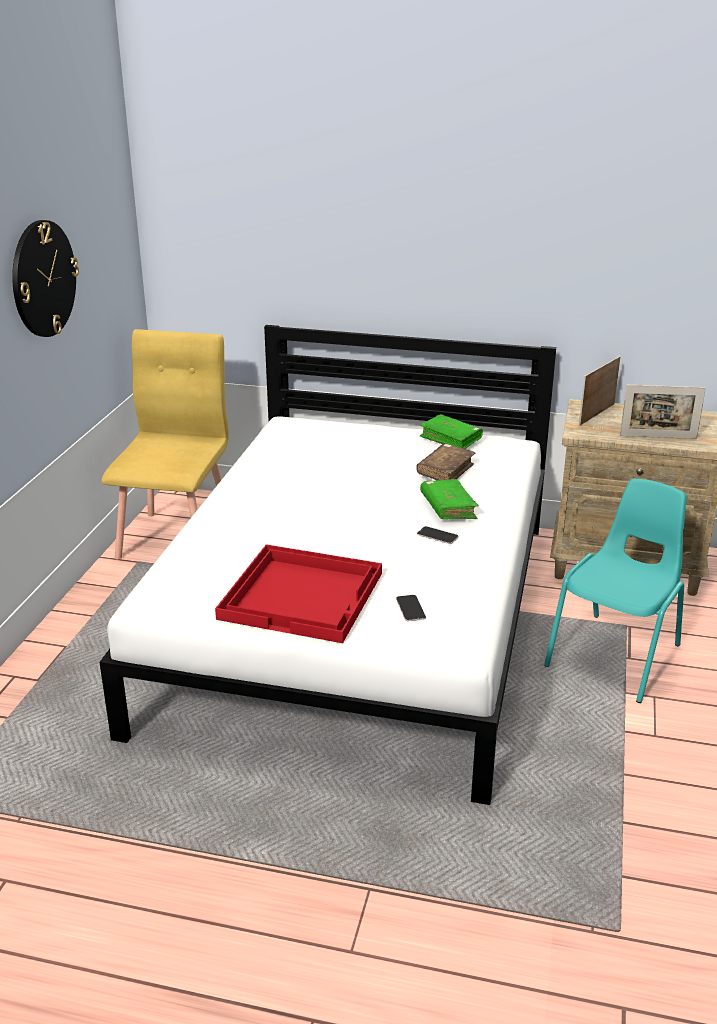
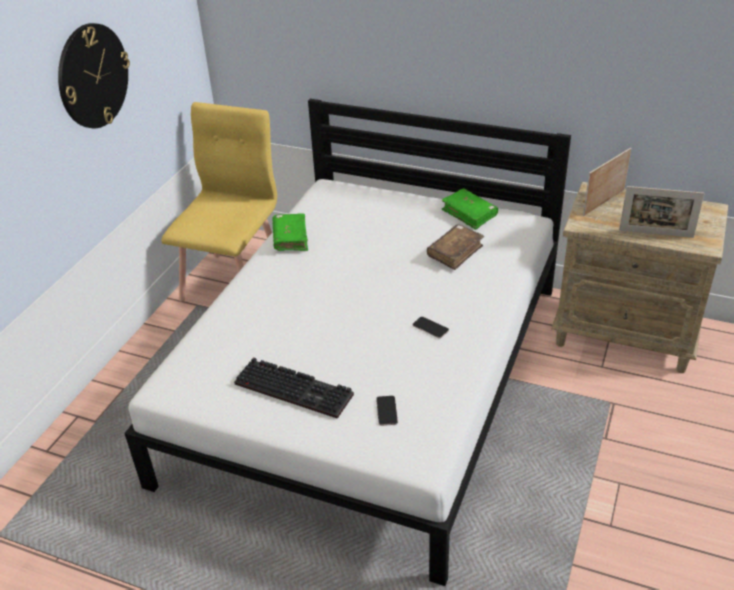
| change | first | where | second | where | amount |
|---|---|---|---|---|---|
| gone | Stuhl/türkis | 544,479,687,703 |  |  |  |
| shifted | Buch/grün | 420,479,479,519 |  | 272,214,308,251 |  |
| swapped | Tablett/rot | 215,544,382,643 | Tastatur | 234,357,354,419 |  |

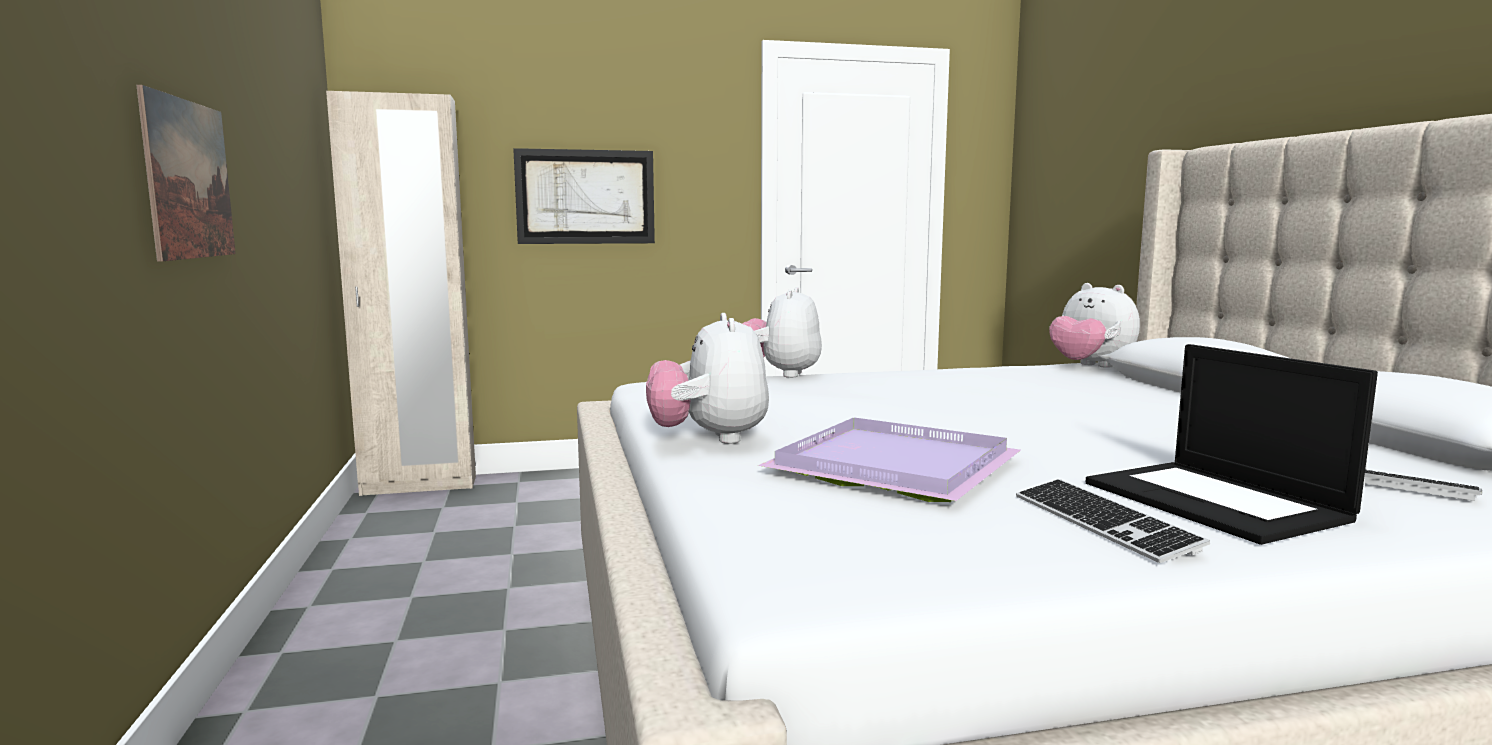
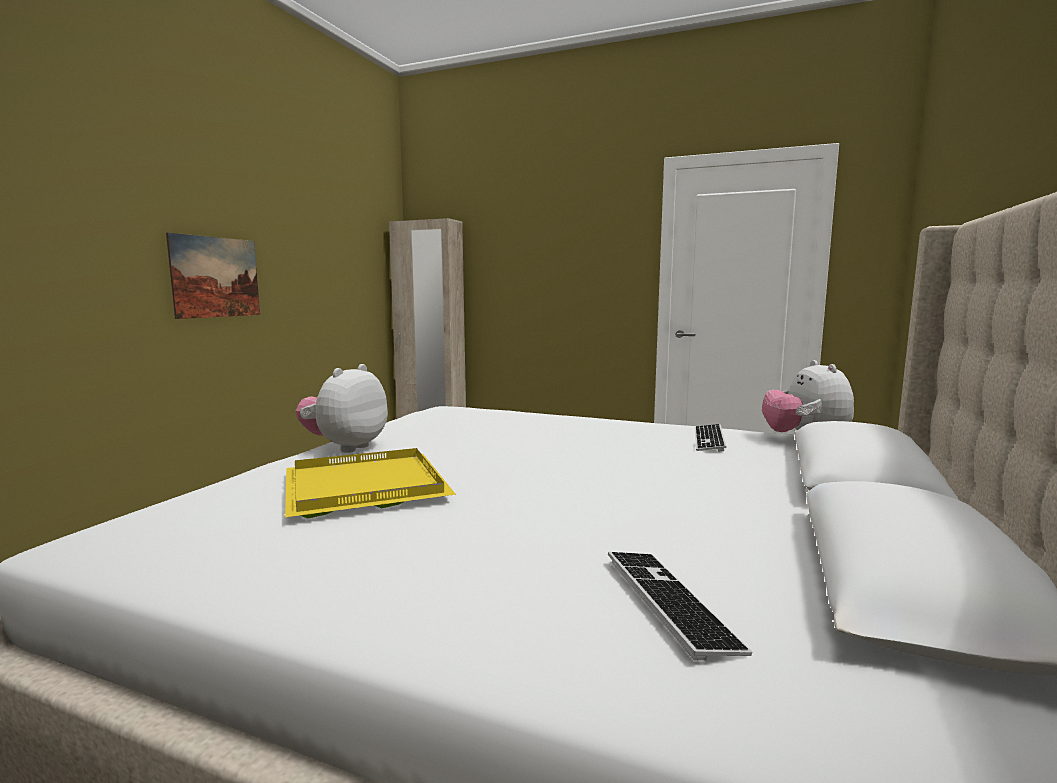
| change | first | where | second | where | amount |
|---|---|---|---|---|---|
| gone | Bild | 513,148,655,244 |  |  |  |
| gone | Plüschtier | 742,287,822,378 |  |  |  |
| gone | Laptop | 1086,344,1378,545 |  |  |  |
| shifted | Tastatur | 1016,479,1210,563 |  | 694,424,727,452 |  |
| repainted | Tablett/lila | 758,417,1021,502 | Tablett/gelb | 285,448,456,519 |  |

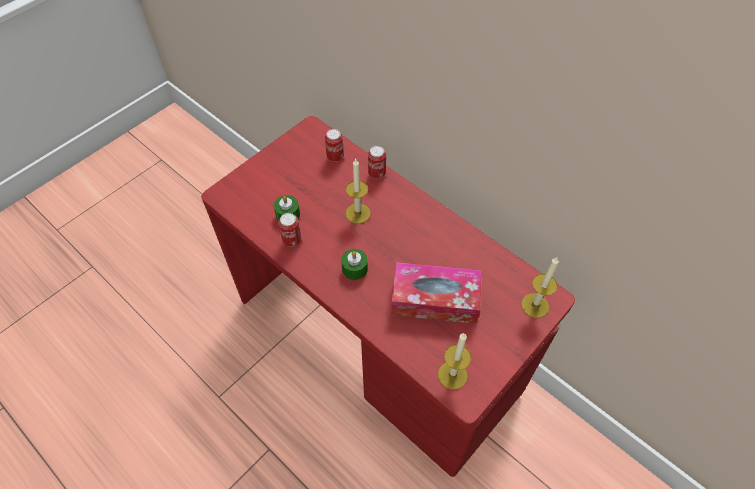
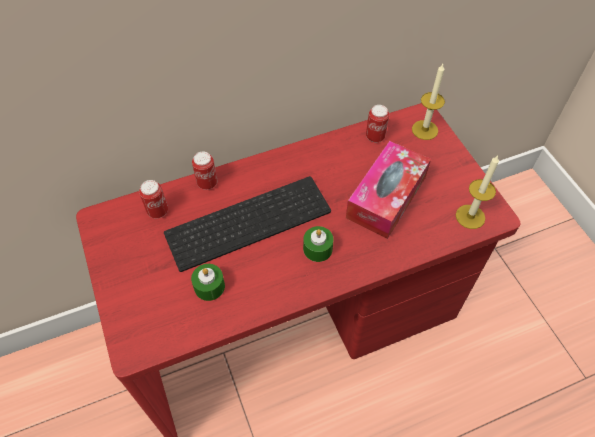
| change | first | where | second | where | amount |
|---|---|---|---|---|---|
| shifted | Dose | 279,213,301,247 |  | 366,105,389,142 |  |
| swapped | Kerze | 345,159,371,224 | Tastatur | 164,176,331,272 |  |

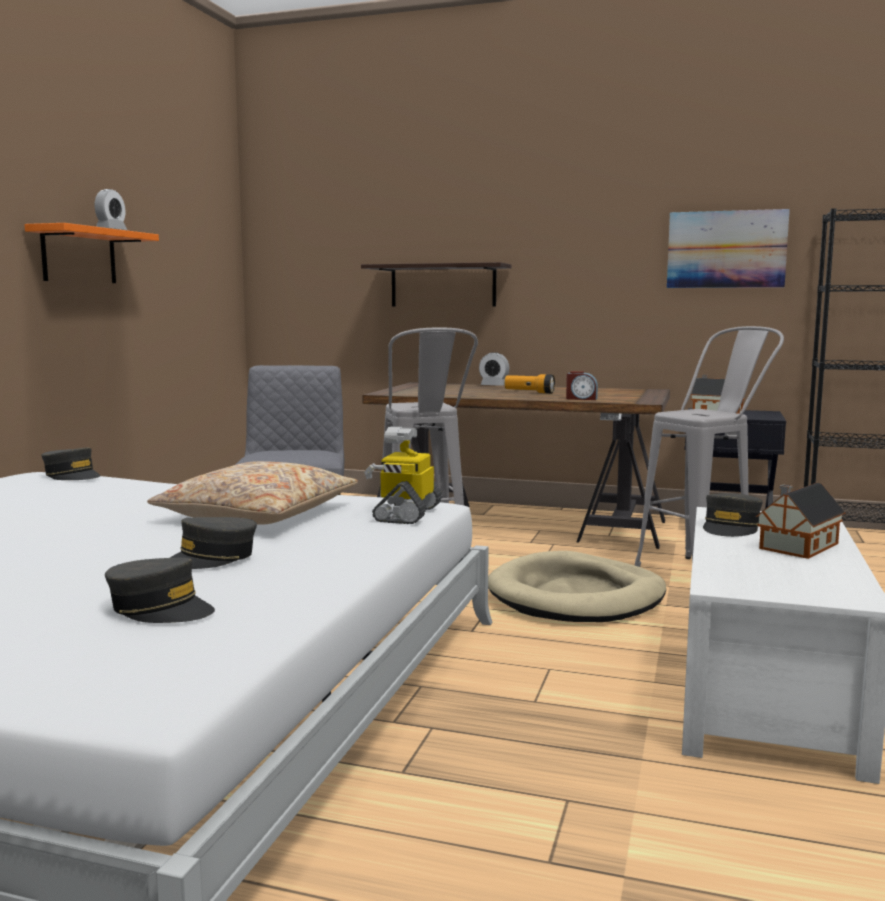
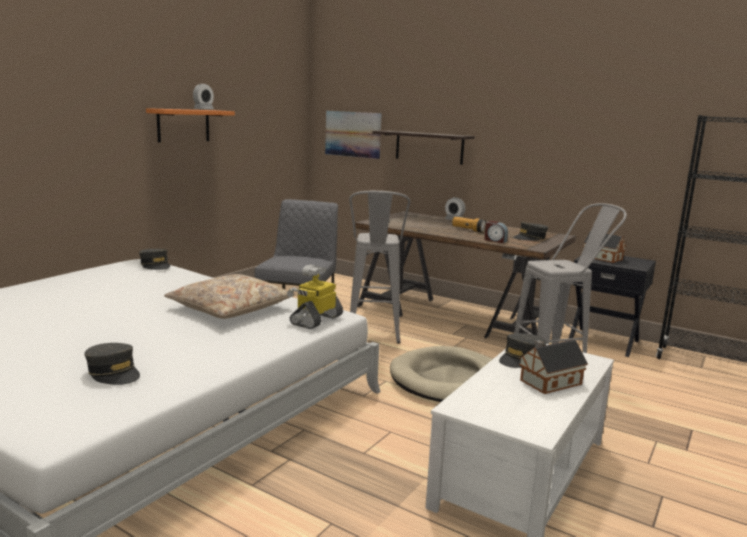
| change | first | where | second | where | amount |
|---|---|---|---|---|---|
| shifted | Kappe/grau | 170,517,257,569 |  | 513,222,548,240 |  |
| shifted | Bild | 667,209,790,288 |  | 325,111,382,159 |  |

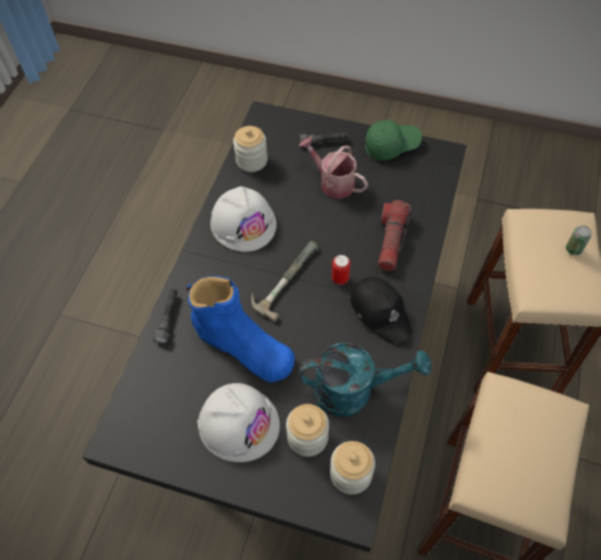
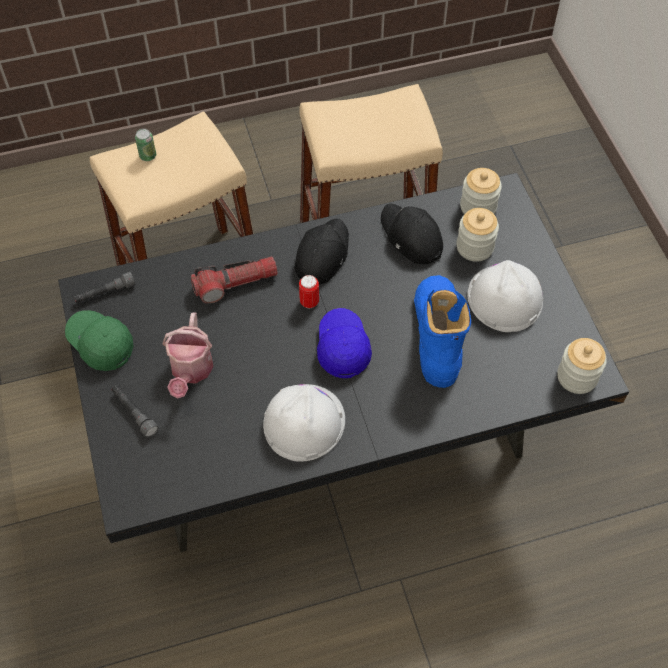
| change | first | where | second | where | amount |
|---|---|---|---|---|---|
| shifted | Taschenlampe/grau | 153,289,178,344 |  | 74,272,136,303 |  |
| shifted | Vorratsglas | 233,126,268,172 |  | 557,338,607,394 |  |
| swapped | Hammer | 252,241,319,322 | Kappe/blau | 317,308,372,378 |  |
| swapped | Gießkanne/türkis | 299,343,431,417 | Kappe/schwarz | 381,204,443,264 |  |

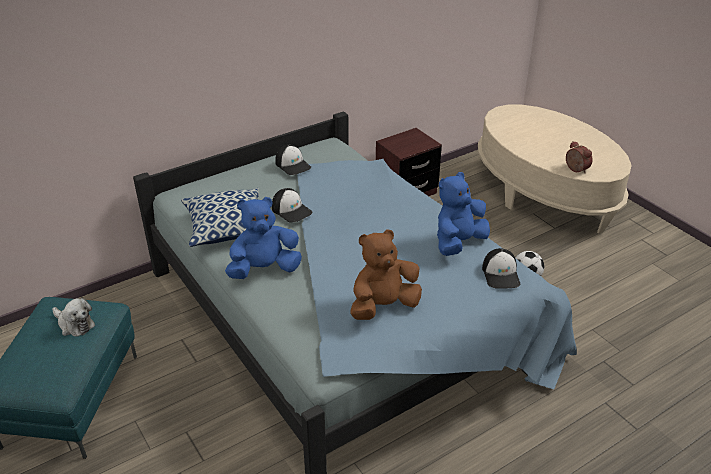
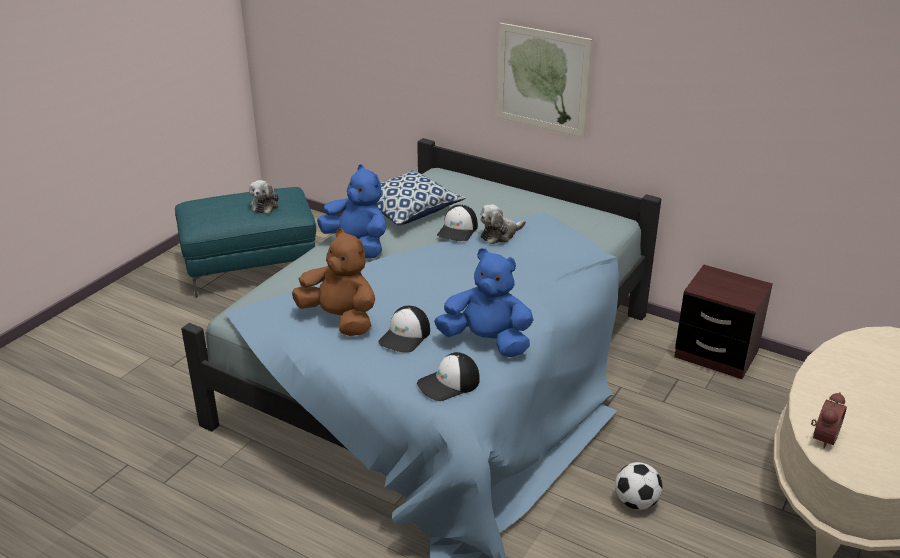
| change | first | where | second | where | amount |
|---|---|---|---|---|---|
| new |  |  | Plüschtier | 480,204,526,244 |  |
| new |  |  | Bild | 497,23,592,137 |  |
| shifted | Kappe | 275,144,311,175 |  | 378,306,430,352 |  |

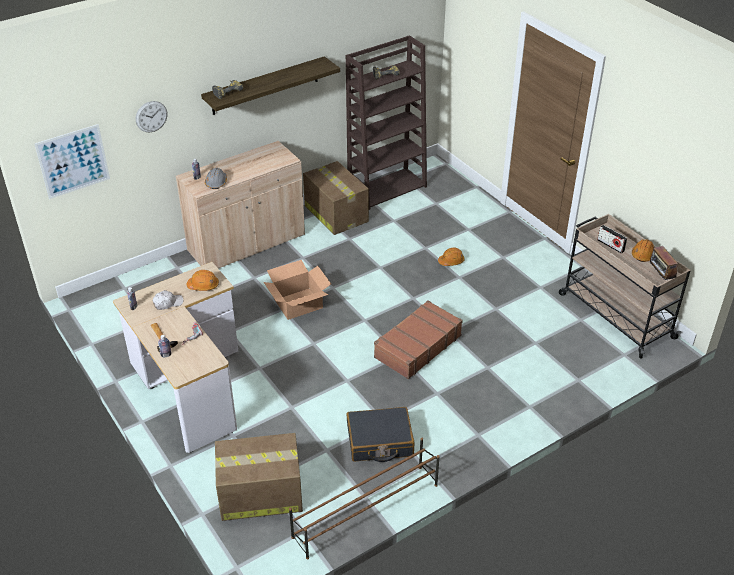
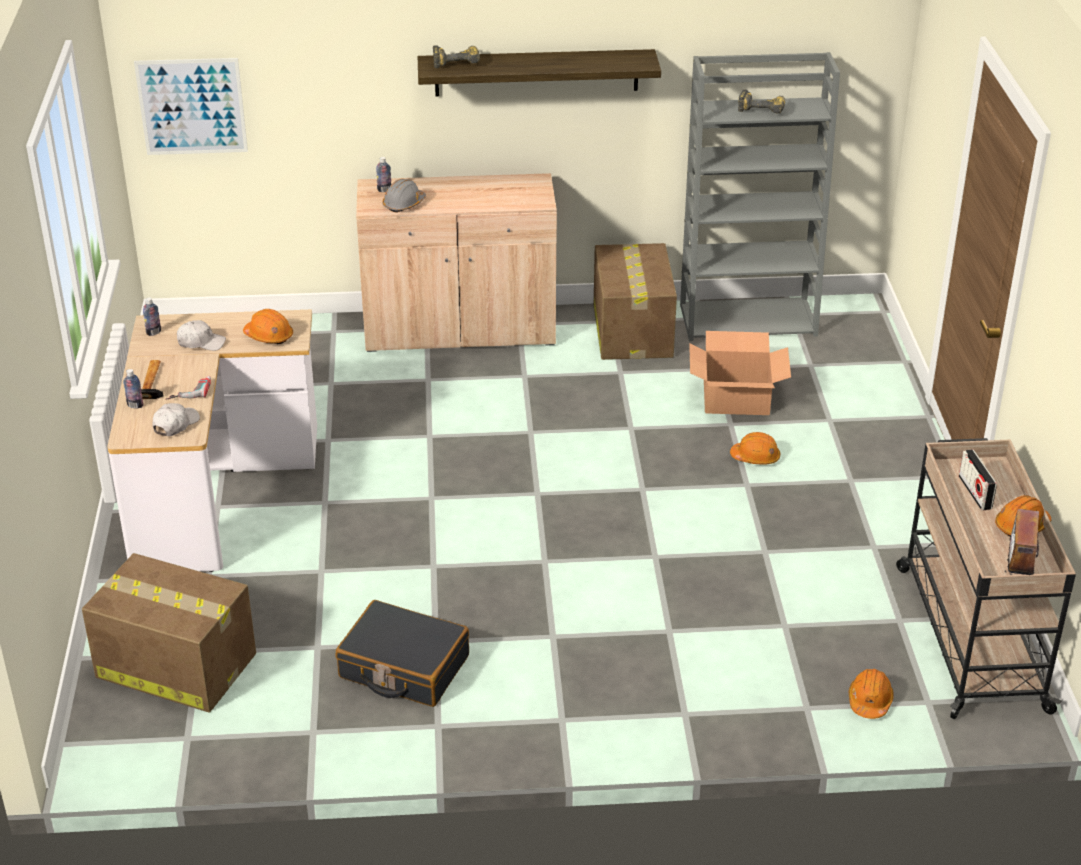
| change | first | where | second | where | amount |
|---|---|---|---|---|---|
| gone | Wanduhr | 136,101,167,132 |  |  |  |
| gone | Schuhregal/braun | 289,438,440,559 |  |  |  |
| gone | Koffer/braun | 374,300,463,379 |  |  |  |
| new |  |  | Kappe/weiß | 153,403,200,436 |  |
| new |  |  | Schutzhelm/orange | 849,669,894,719 |  |
| shifted | Karton | 264,260,331,320 |  | 689,331,791,415 |  |
| repainted | Bücherregal/braun | 346,35,427,210 | Bücherregal/grau | 680,52,840,341 |  |

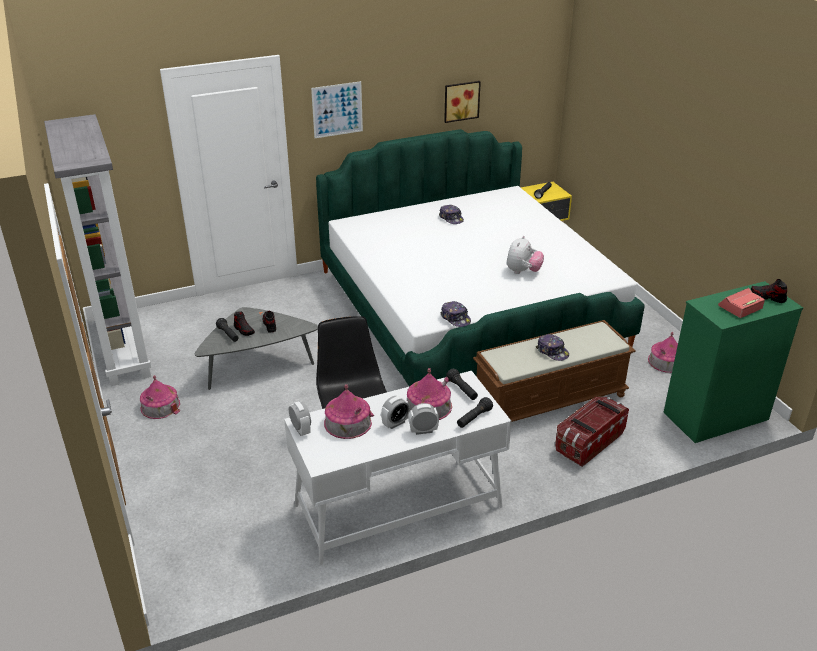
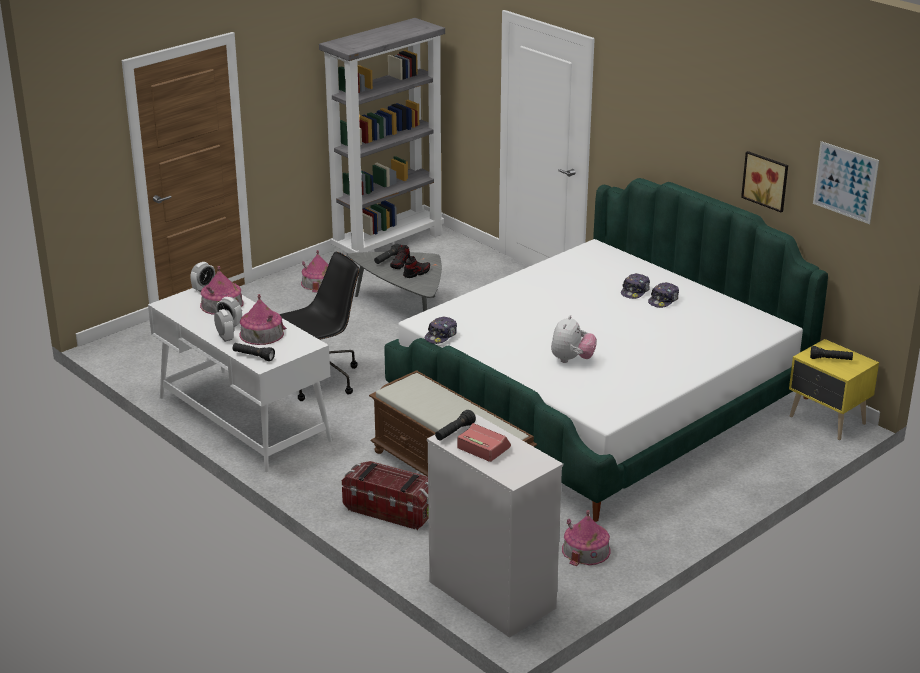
| change | first | where | second | where | amount |
|---|---|---|---|---|---|
| gone | Schuh | 751,279,787,303 |  |  |  |
| shifted | Bild | 311,81,363,138 |  | 813,141,879,224 |  |
| shifted | Taschenlampe/schwarz | 446,369,478,400 |  | 435,410,476,441 |  |
| shifted | Kappe | 536,334,569,361 |  | 621,273,650,299 |  |
| repainted | Kommode/grün | 663,281,803,443 | Kommode/weiß | 427,414,563,638 |  |
| rotated | Plüschtier | 507,236,544,274 |  | 551,315,597,363 | 75 degrees counterclockwise |

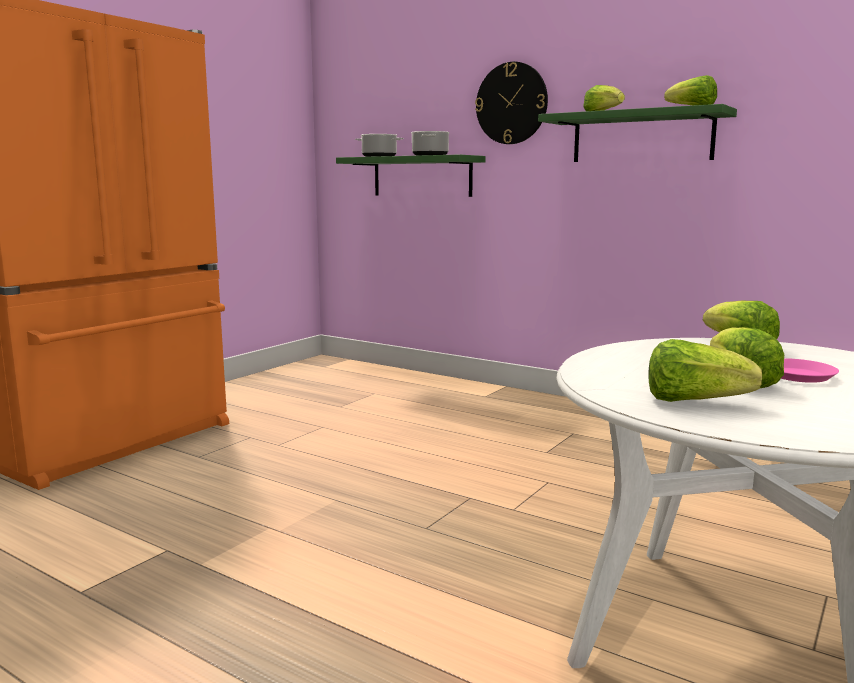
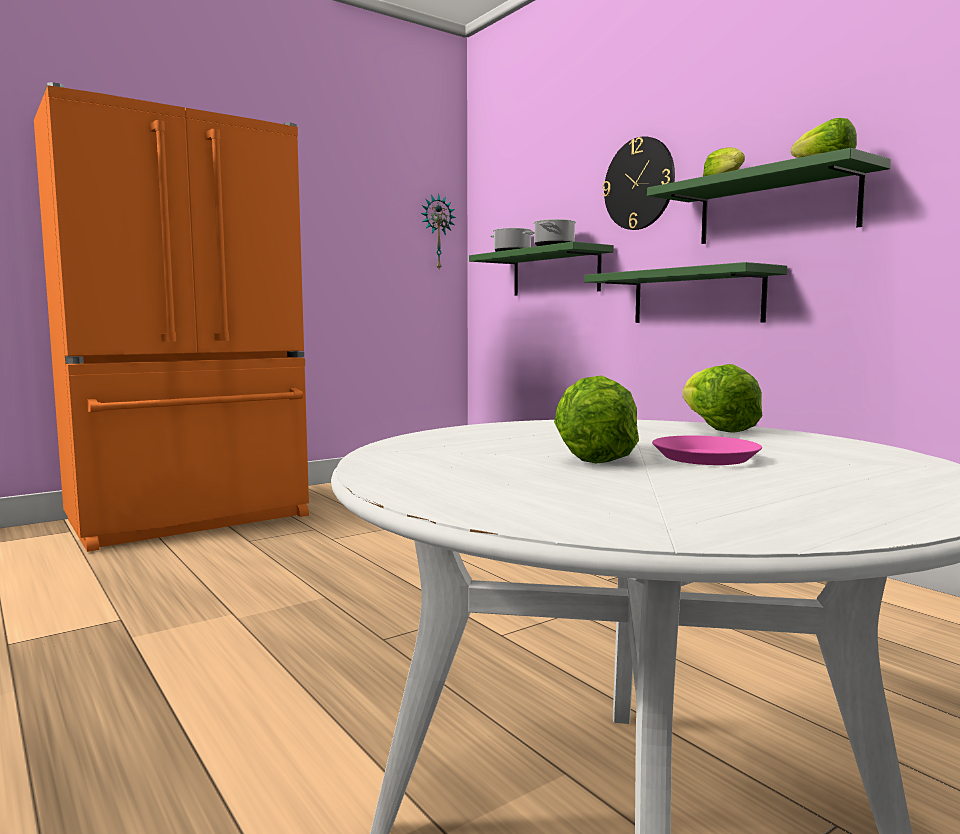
| change | first | where | second | where | amount |
|---|---|---|---|---|---|
| gone | Salatkopf | 648,339,762,402 |  |  |  |
| new |  |  | Wanduhr | 421,194,456,269 |  |
| new |  |  | Wandregal/grün | 584,262,787,323 |  |

